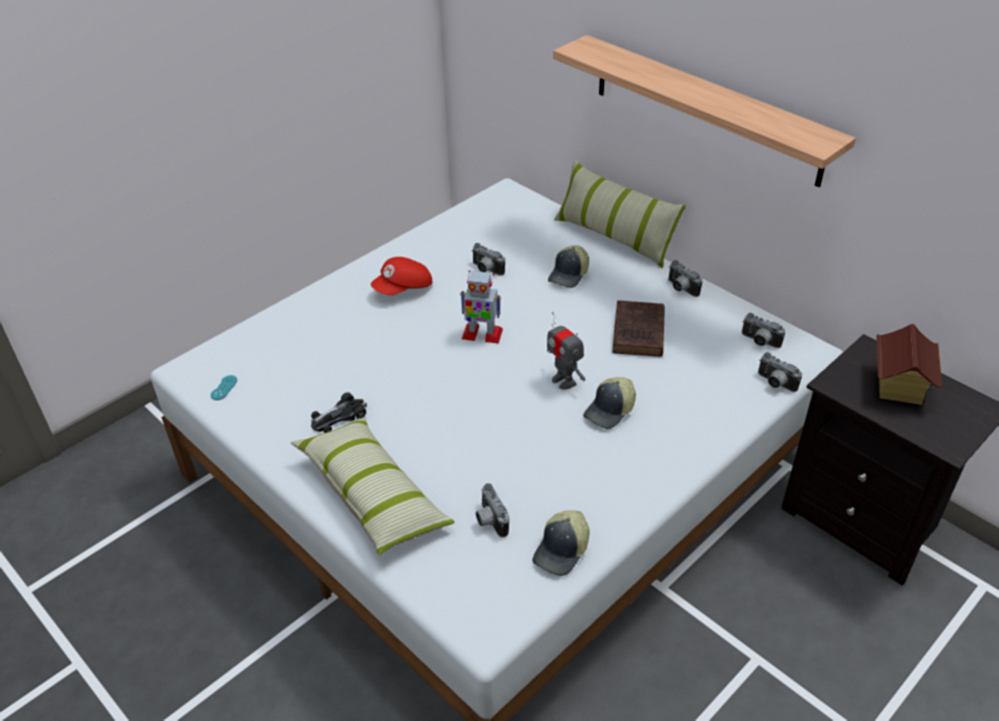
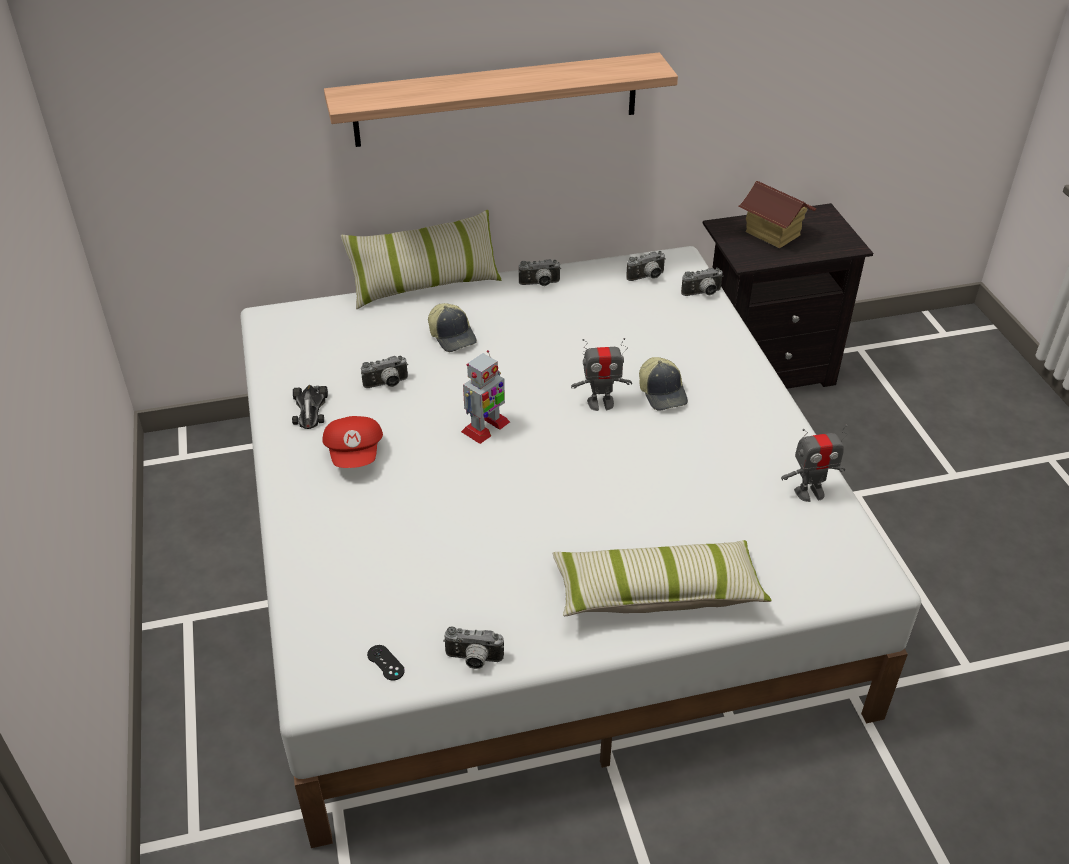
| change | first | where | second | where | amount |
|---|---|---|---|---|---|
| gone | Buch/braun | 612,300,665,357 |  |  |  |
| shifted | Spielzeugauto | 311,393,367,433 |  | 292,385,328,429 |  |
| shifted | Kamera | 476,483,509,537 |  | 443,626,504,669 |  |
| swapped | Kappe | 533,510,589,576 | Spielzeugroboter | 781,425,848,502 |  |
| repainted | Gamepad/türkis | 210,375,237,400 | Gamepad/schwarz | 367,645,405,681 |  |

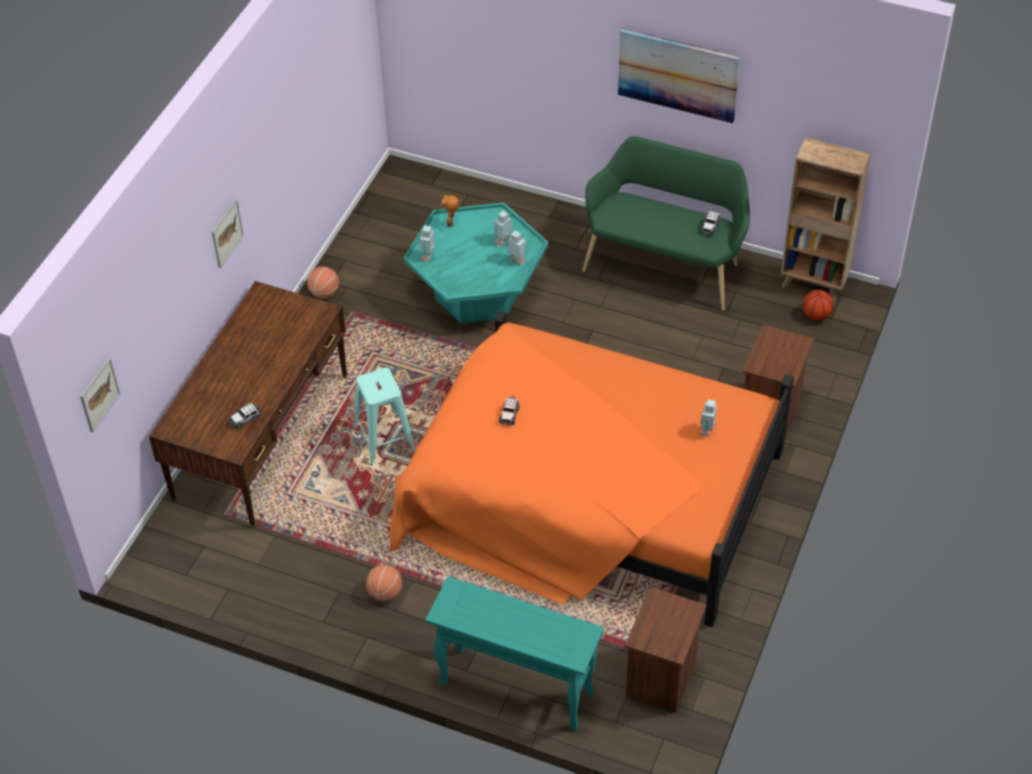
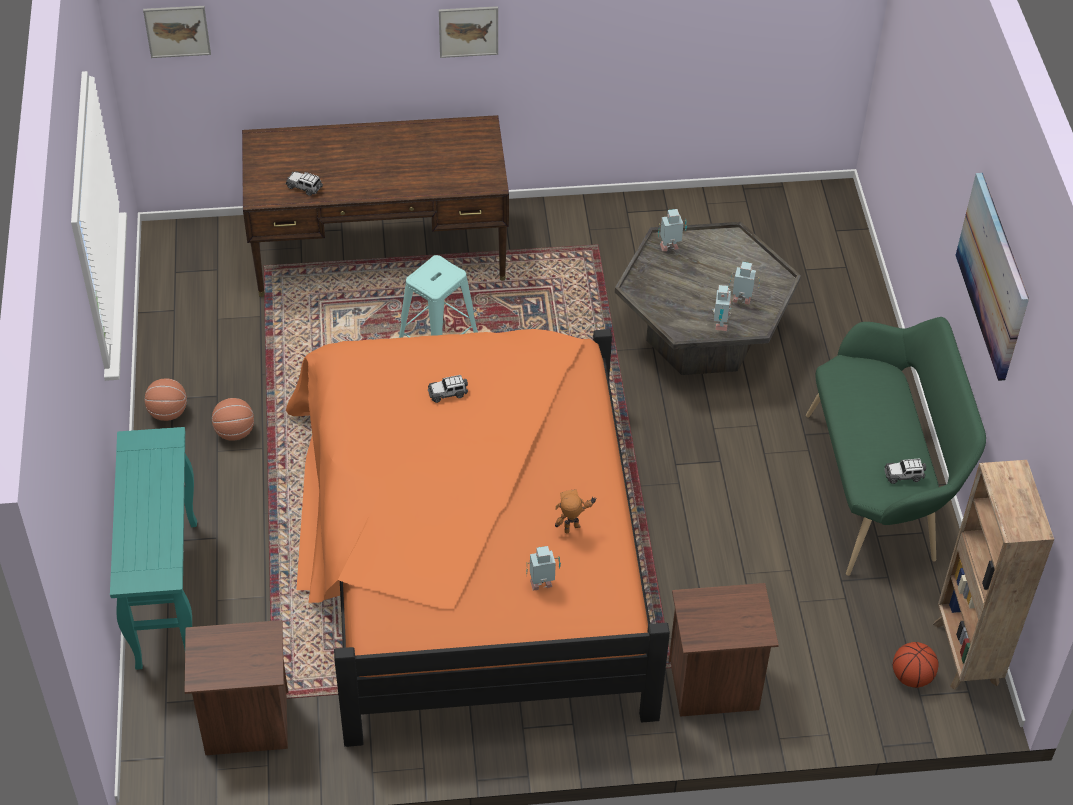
| change | first | where | second | where | amount |
|---|---|---|---|---|---|
| shifted | Basketball | 307,267,339,298 |  | 145,378,187,421 |  |
| shifted | Spielzeugroboter | 441,191,461,227 |  | 555,490,597,534 |  |
| repainted | Couchtisch/türkis | 403,202,548,323 | Couchtisch/grau | 615,222,801,375 |  |

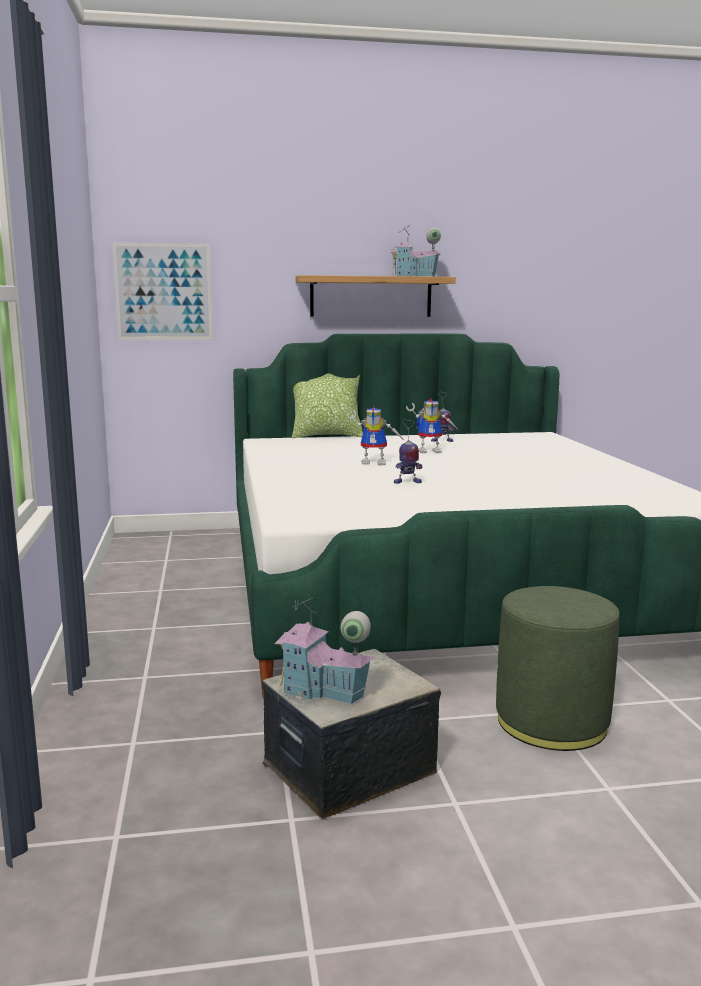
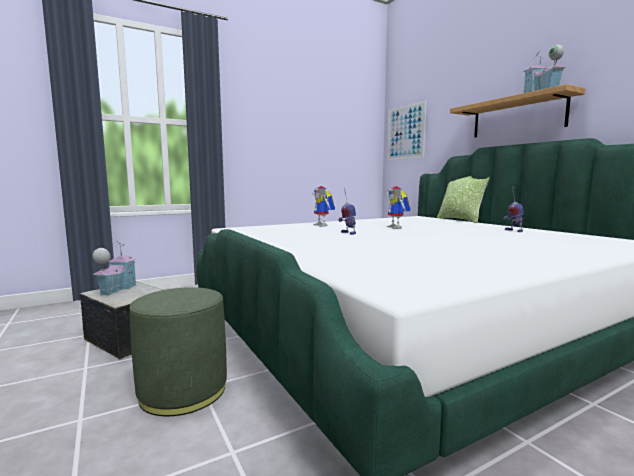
| change | first | where | second | where | amount |
|---|---|---|---|---|---|
| shifted | Spielzeugroboter | 406,398,457,453 |  | 312,186,335,227 |  |

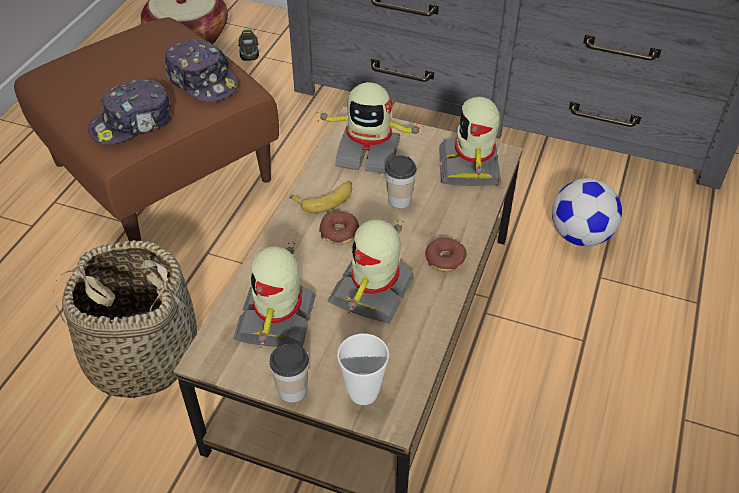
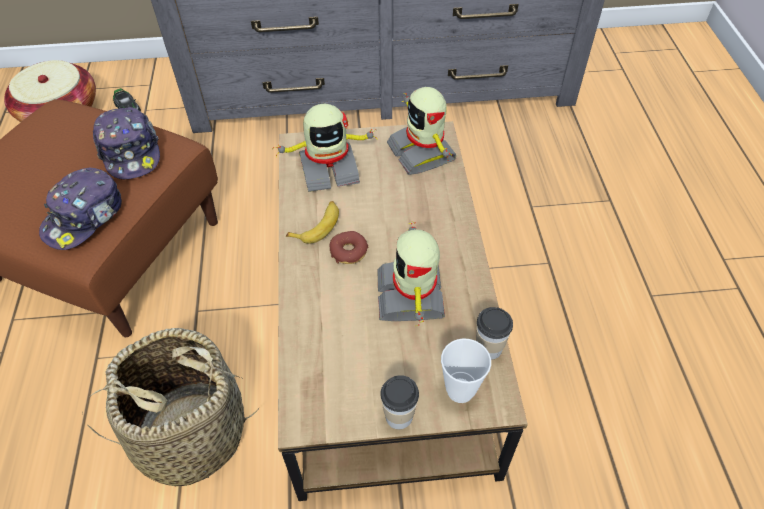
| change | first | where | second | where | amount |
|---|---|---|---|---|---|
| gone | Spielzeugroboter | 234,242,315,348 |  |  |  |
| gone | Donut | 426,238,467,272 |  |  |  |
| gone | Fußball | 552,178,622,247 |  |  |  |
| shifted | Tasse | 385,155,417,208 |  | 476,307,513,360 |  |
| rotated | Kappe | 164,39,238,102 |  | 93,107,160,179 | 45 degrees clockwise |

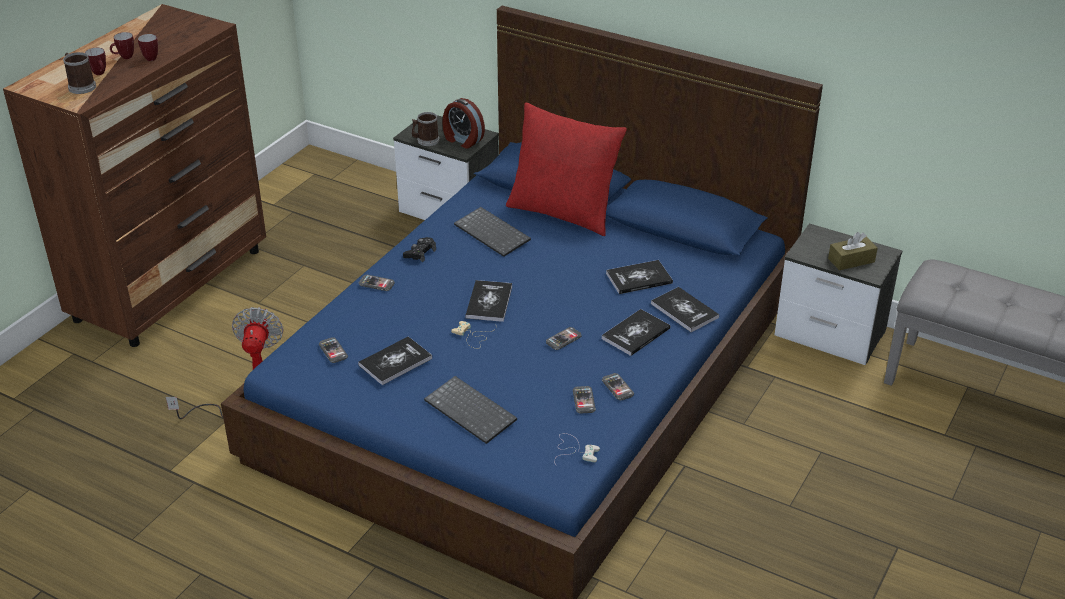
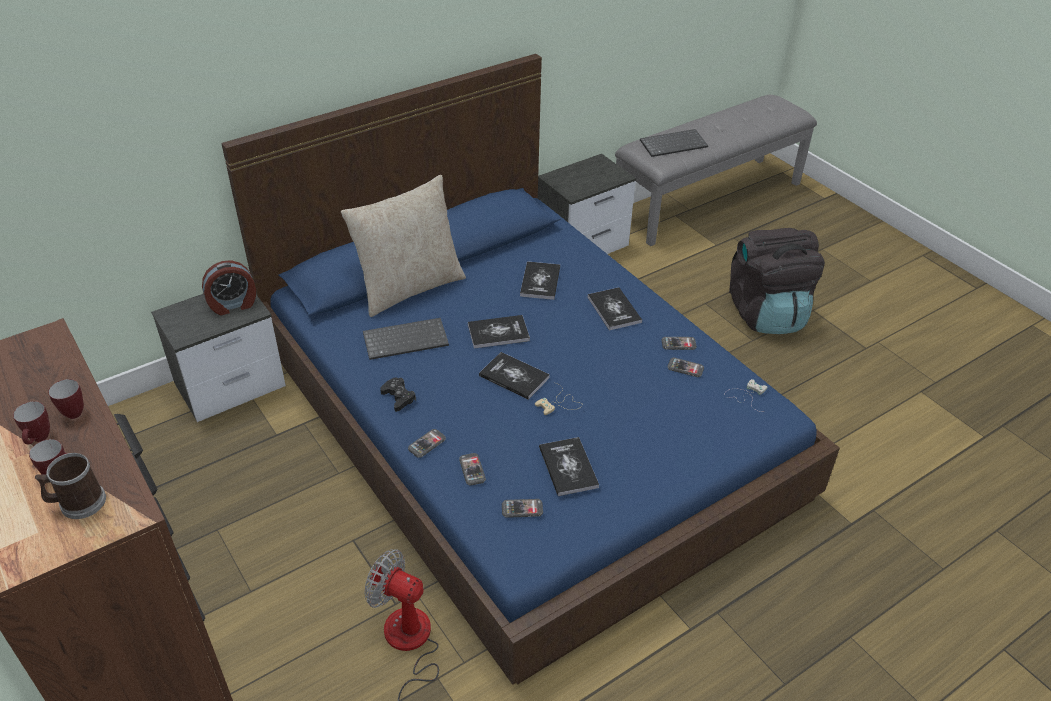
| change | first | where | second | where | amount |
|---|---|---|---|---|---|
| gone | Henkelbecher | 411,112,440,146 |  |  |  |
| gone | Taschentuchbox/braun | 828,232,878,270 |  |  |  |
| new |  |  | Rucksack/schwarz | 729,228,825,334 |  |
| shifted | Tastatur | 424,376,517,444 |  | 640,129,708,157 |  |
| shifted | Handy | 546,327,581,350 |  | 459,453,486,485 |  |
| shifted | Buch | 651,287,719,332 |  | 468,315,530,349 |  |
| repainted | Kissen/rot | 506,103,627,236 | Kissen/beige | 341,175,466,317 |  |

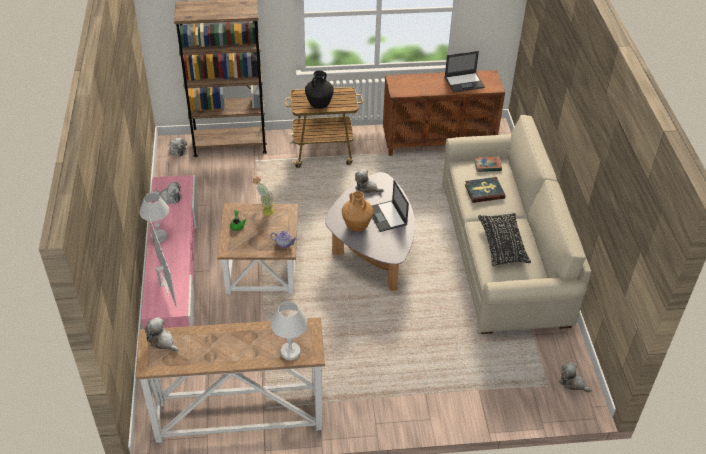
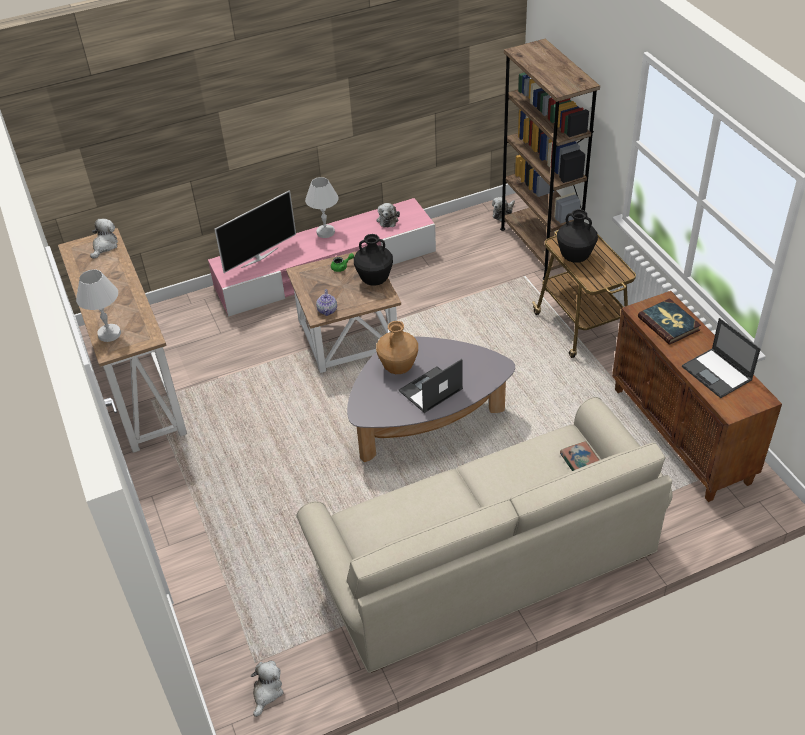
| change | first | where | second | where | amount |
|---|---|---|---|---|---|
| gone | Plüschtier | 355,169,384,193 |  |  |  |
| gone | Kissen/schwarz | 478,213,531,266 |  |  |  |
| shifted | Buch | 465,177,505,203 |  | 638,298,701,345 |  |
| swapped | Topfpflanze | 253,176,274,216 | Vase/schwarz | 354,234,393,286 |  |

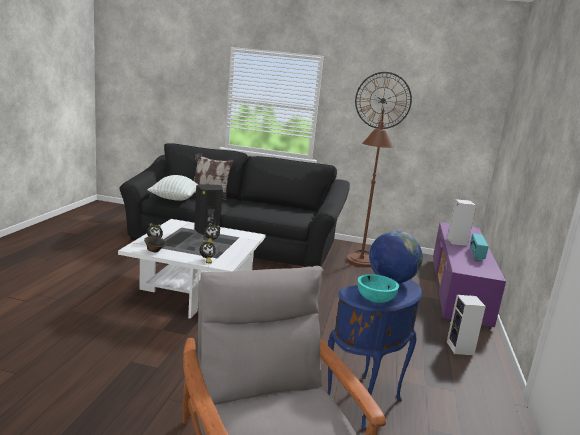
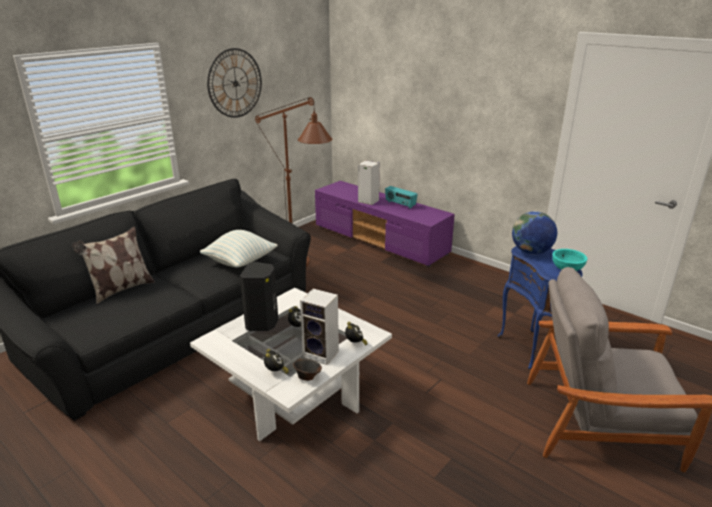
| change | first | where | second | where | amount |
|---|---|---|---|---|---|
| shifted | Kissen | 147,175,198,201 |  | 200,230,278,267 |  |
| shifted | Lautsprecher | 447,295,486,355 |  | 300,288,339,365 |  |

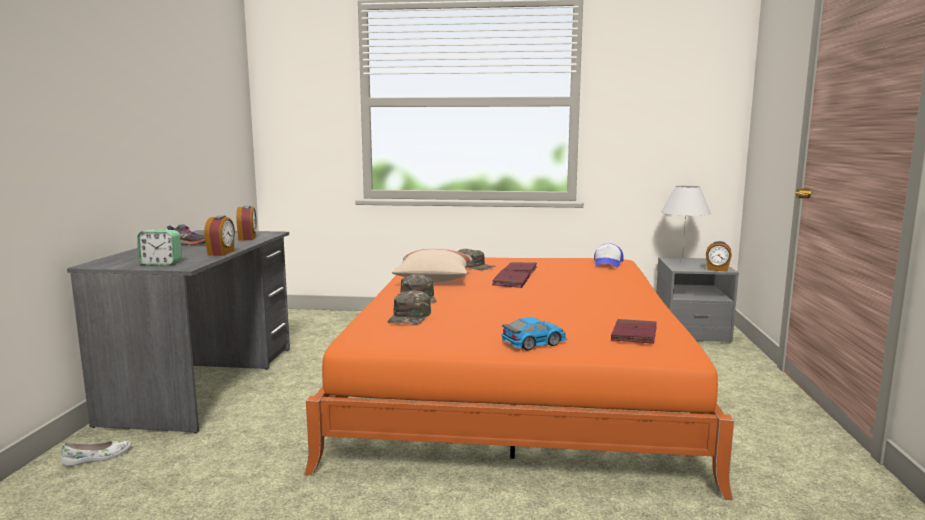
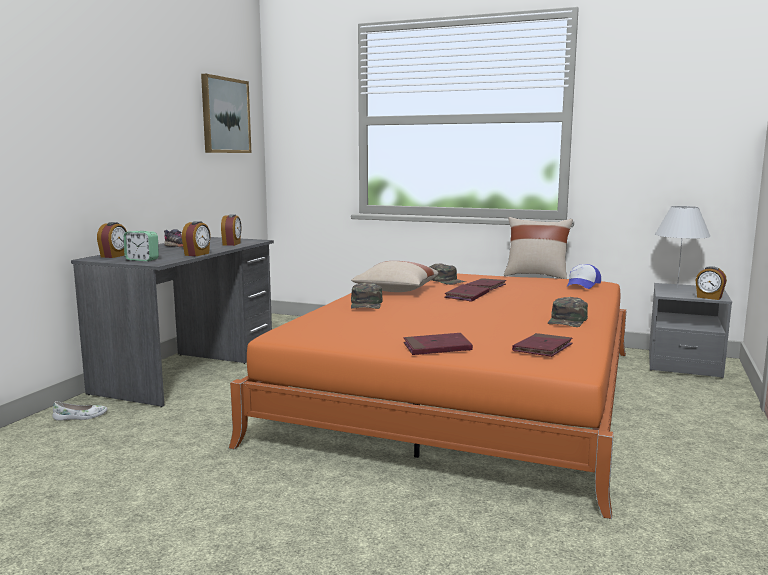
| change | first | where | second | where | amount |
|---|---|---|---|---|---|
| new |  |  | Wecker | 97,222,127,258 |  |
| new |  |  | Bild | 201,74,251,153 |  |
| new |  |  | Kissen/beige | 504,217,573,279 |  |
| shifted | Kappe/grün | 388,290,431,325 |  | 548,297,588,327 |  |
| swapped | Spielzeugauto | 501,317,567,350 | Buch/rot | 404,333,473,355 |  |

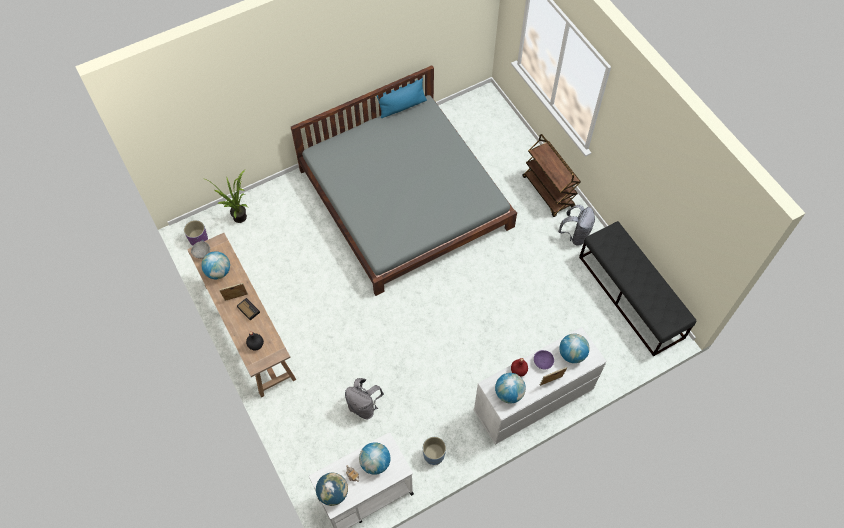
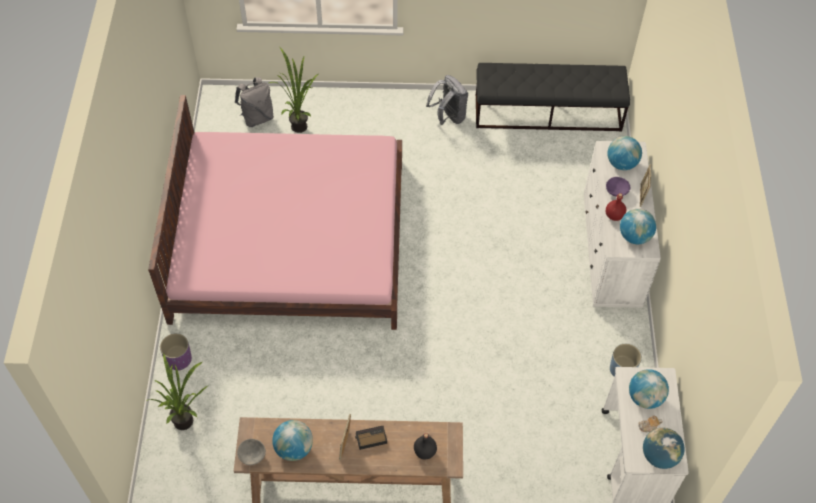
| change | first | where | second | where | amount |
|---|---|---|---|---|---|
| gone | Kissen/blau | 376,78,427,118 |  |  |  |
| gone | Rollwagen/braun | 522,134,581,217 |  |  |  |
| new |  |  | Topfpflanze | 269,48,318,133 |  |
| shifted | Pflanzkübel/lila | 184,220,208,246 |  | 160,333,192,371 |  |
| shifted | Rucksack/grau | 345,378,384,419 |  | 235,78,274,127 |  |
| repainted | Bett/grau | 291,65,517,296 | Bett/rosa | 148,95,402,330 |  |

